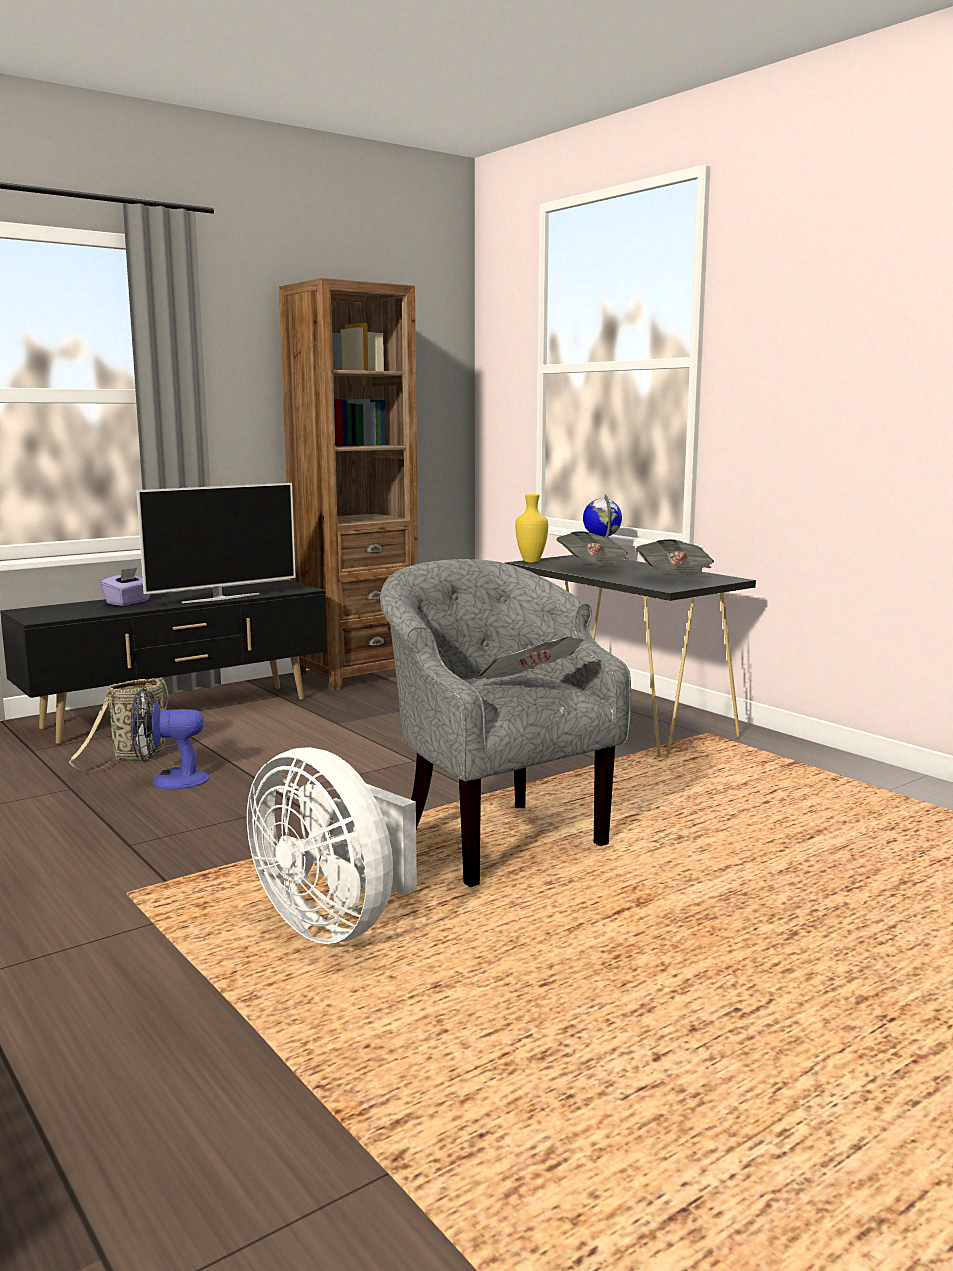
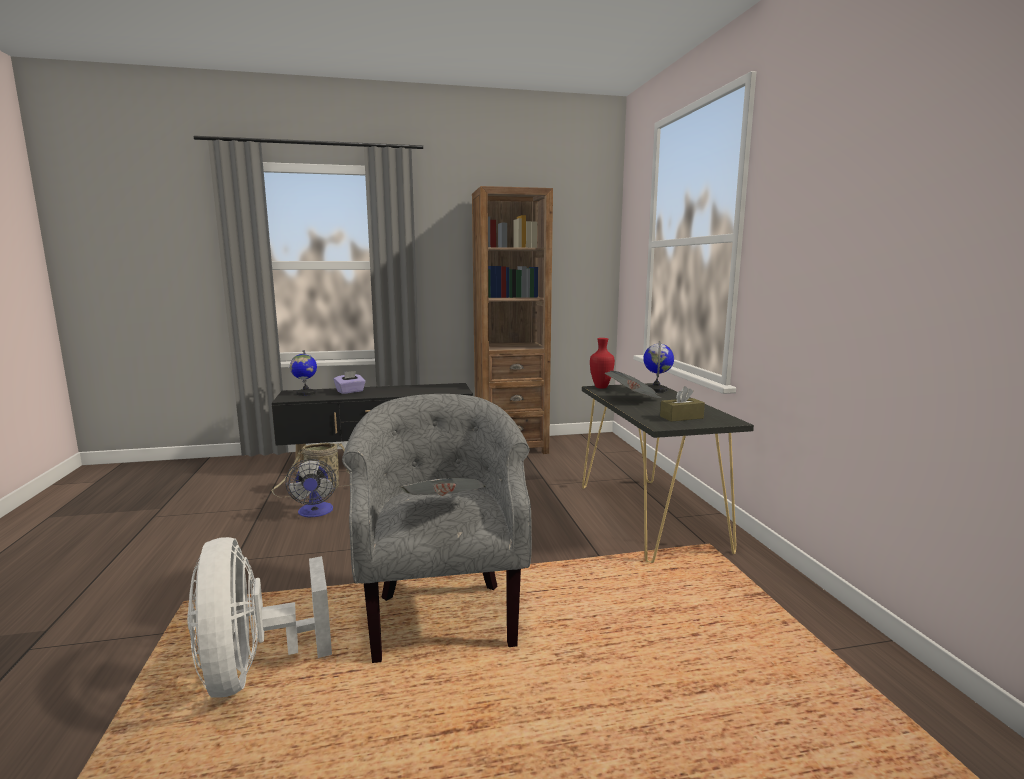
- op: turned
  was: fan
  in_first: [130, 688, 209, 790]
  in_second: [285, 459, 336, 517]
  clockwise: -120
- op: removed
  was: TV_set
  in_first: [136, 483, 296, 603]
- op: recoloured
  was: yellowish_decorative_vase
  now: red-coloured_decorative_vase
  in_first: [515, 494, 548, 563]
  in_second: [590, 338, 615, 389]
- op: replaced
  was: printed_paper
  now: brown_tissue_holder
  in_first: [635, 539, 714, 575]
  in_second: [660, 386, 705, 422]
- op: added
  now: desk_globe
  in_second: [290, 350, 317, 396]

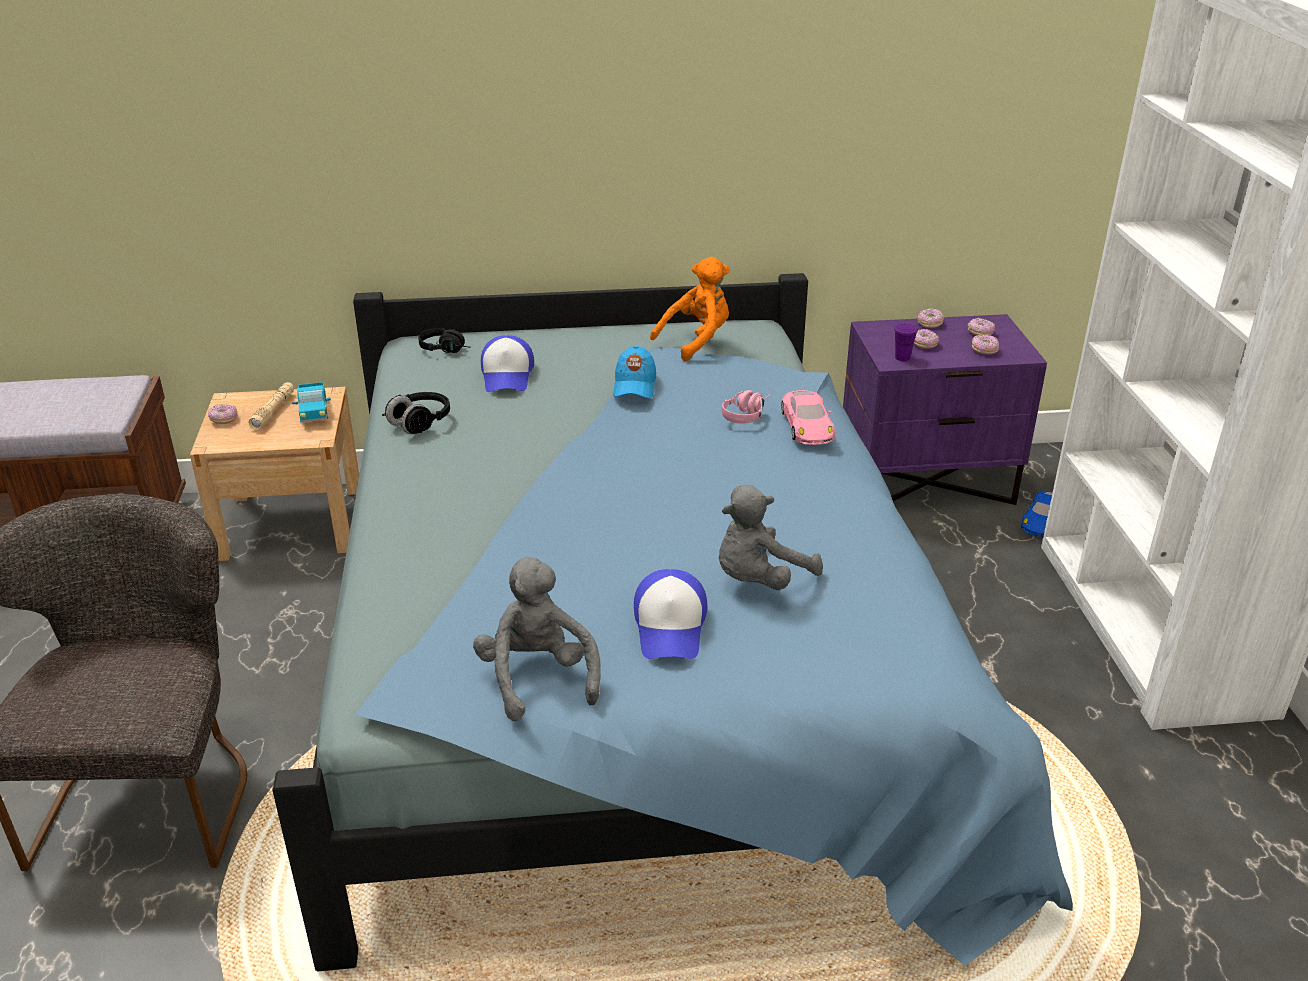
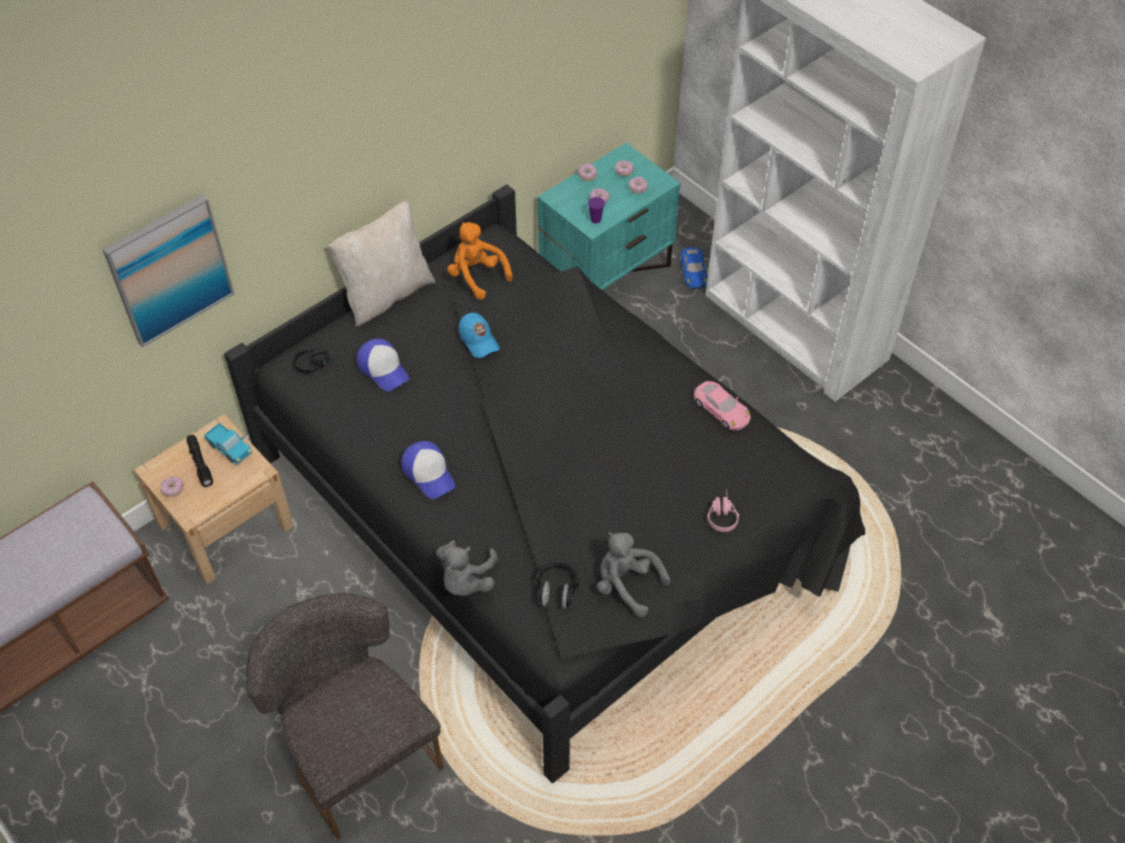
- op: recoloured
  was: beige-coloured_hand_torch
  now: black_hand_torch
  in_first: [248, 382, 294, 430]
  in_second: [187, 435, 213, 487]
- op: recoloured
  was: bluish_bedroom_bed
  now: black_bedroom_bed
  in_first: [272, 273, 1073, 971]
  in_second: [224, 184, 865, 783]
- op: moved
  was: black_pair_of_headphones
  in_first: [382, 392, 450, 434]
  in_second: [536, 562, 579, 609]
- op: moved
  was: baseball_cap
  in_first: [634, 569, 707, 659]
  in_second: [401, 441, 455, 499]
- op: turned
  was: orange_cuddly_toy
  in_first: [650, 257, 730, 361]
  in_second: [447, 222, 513, 300]
  clockwise: -60
- op: moved
  was: gray_cuddly_toy
  in_first: [719, 485, 823, 590]
  in_second: [436, 540, 498, 596]
- op: moved
  was: pink_pair_of_headphones
  in_first: [722, 390, 771, 424]
  in_second: [707, 489, 739, 532]
- op: moved
  was: pink_miniature_car
  in_first: [781, 390, 835, 445]
  in_second: [694, 381, 751, 431]
- op: recoloured
  was: purple-coloured_nightstand
  now: turquoise_nightstand
  in_first: [843, 314, 1047, 505]
  in_second: [538, 143, 680, 290]
- op: added
  now: wall_art
  in_second: [102, 195, 235, 348]
- op: added
  now: beige-coloured_throw_pillow
  in_second: [328, 201, 436, 327]

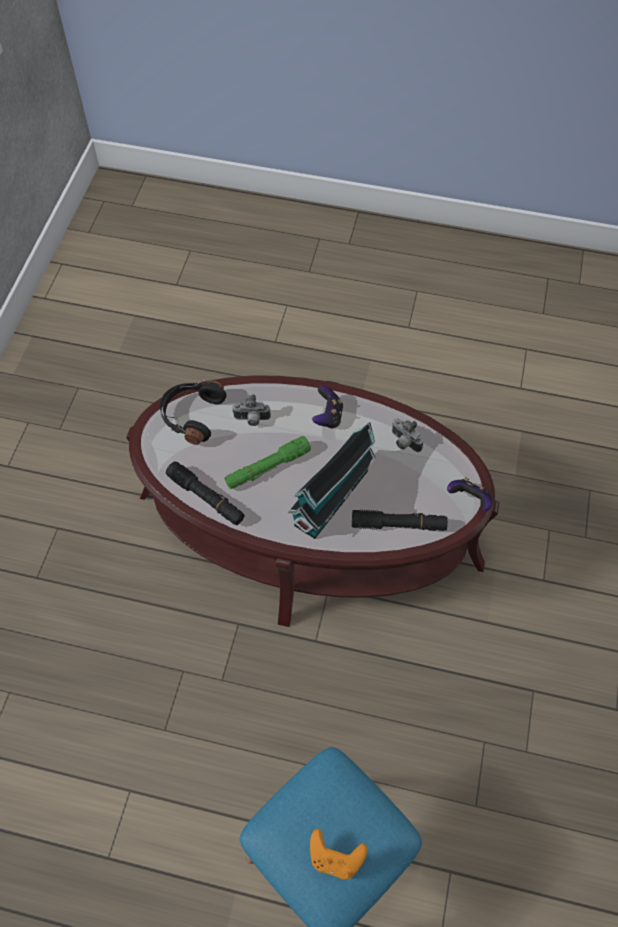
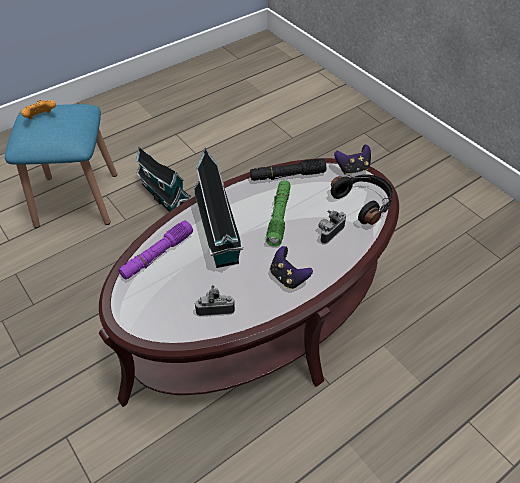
- op: recoloured
  was: black_hand_torch
  now: purple-coloured_hand_torch
  in_first: [352, 510, 448, 531]
  in_second: [118, 220, 193, 279]
- op: moved
  was: joypad
  in_first: [447, 477, 493, 511]
  in_second: [334, 144, 371, 175]
- op: added
  now: model_house
  in_second: [136, 146, 191, 212]

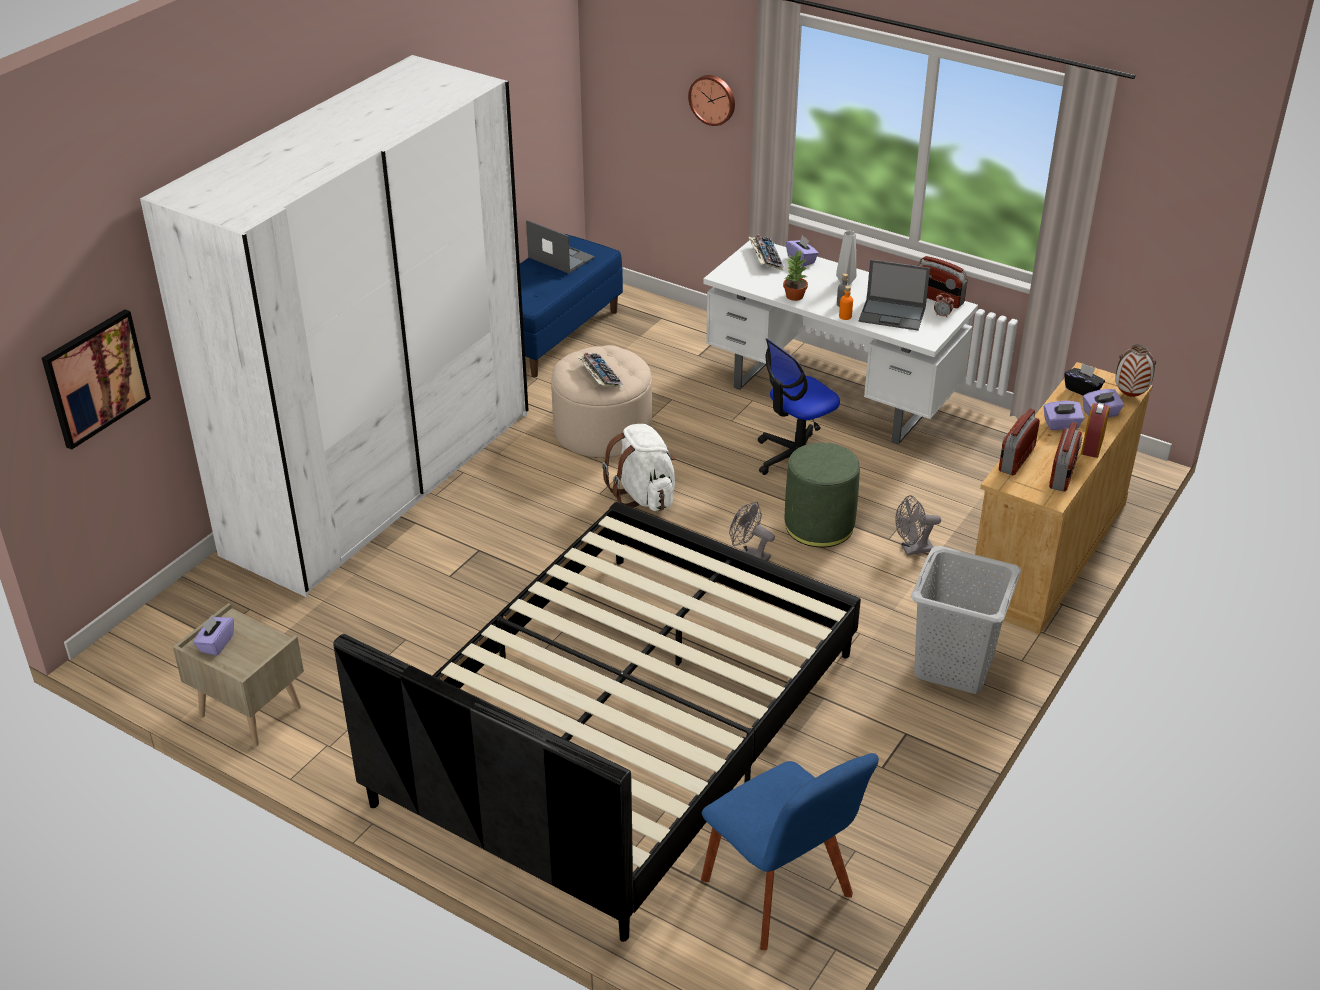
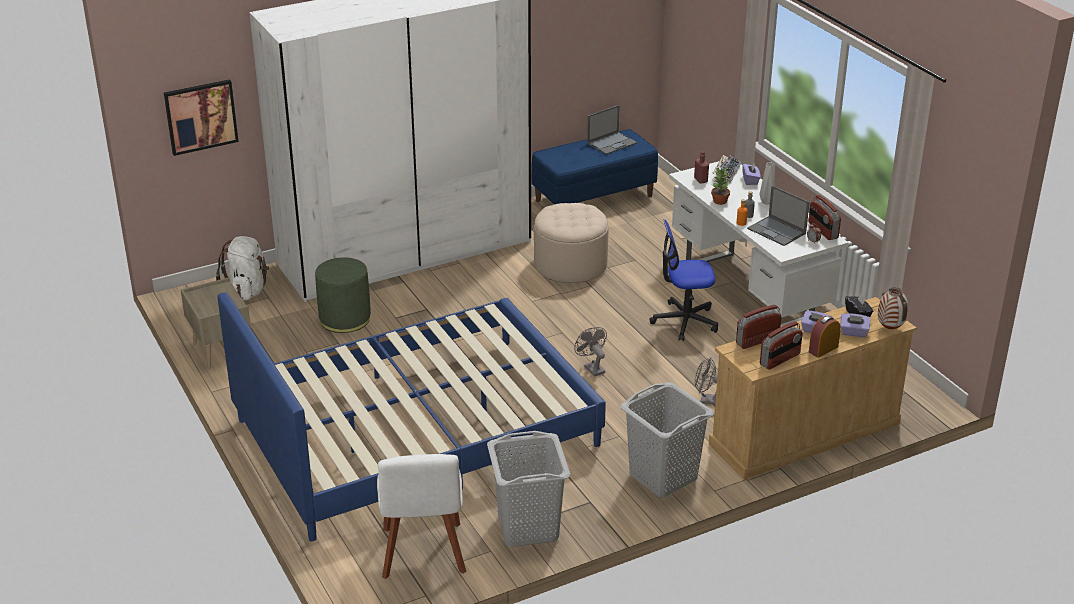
- op: removed
  was: purple-coloured_tissue_holder
  in_first: [193, 614, 234, 656]
- op: recoloured
  was: black_bedroom_bed
  now: bluish_bedroom_bed
  in_first: [333, 502, 861, 942]
  in_second: [217, 292, 606, 541]
- op: turned
  was: portable_computer
  in_first: [526, 220, 595, 273]
  in_second: [587, 105, 637, 155]
  clockwise: 75
- op: removed
  was: keyboard
  in_first: [577, 352, 623, 388]
- op: moved
  was: white-coloured_rucksack
  in_first: [602, 424, 676, 511]
  in_second: [216, 236, 269, 300]
- op: removed
  was: clock_on_the_wall
  in_first: [688, 75, 735, 126]
- op: recoloured
  was: bluish_upright_chair
  now: white-coloured_upright_chair
  in_first: [701, 753, 879, 950]
  in_second: [377, 454, 466, 579]
- op: moved
  was: greenish_pouffe
  in_first: [785, 443, 860, 547]
  in_second: [315, 257, 371, 333]
- op: added
  now: gray_washing_basket
  in_second: [487, 431, 570, 547]
- op: added
  now: red-coloured_bottle
  in_second: [694, 151, 709, 184]

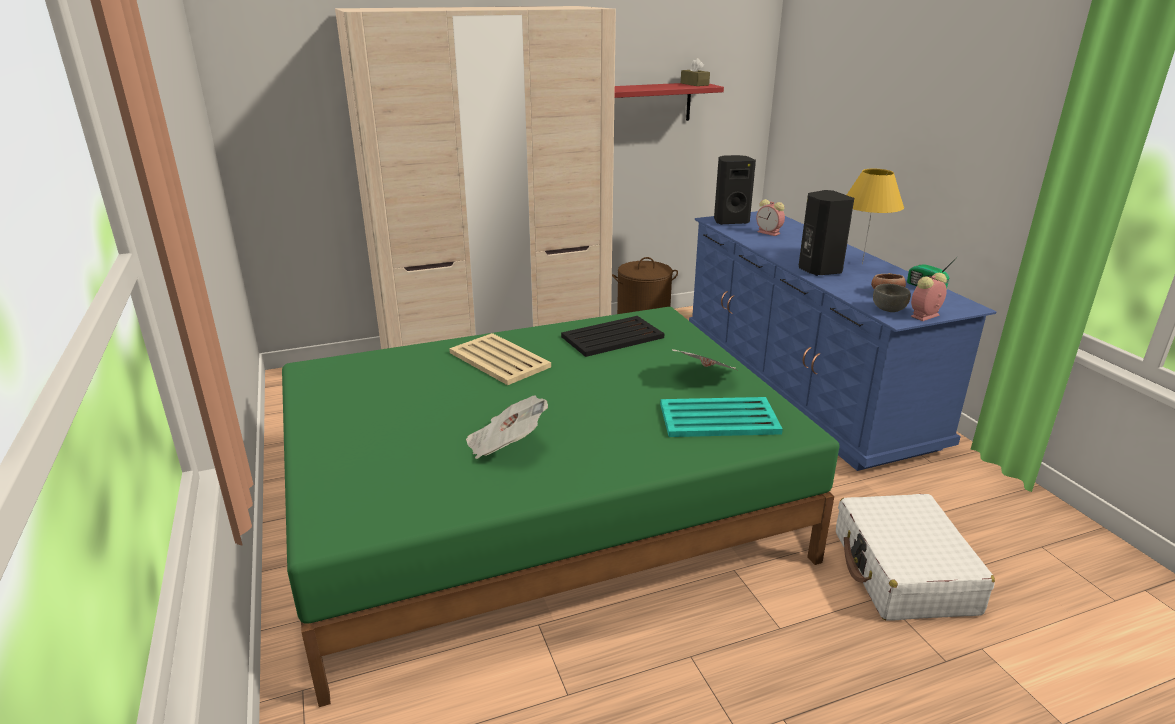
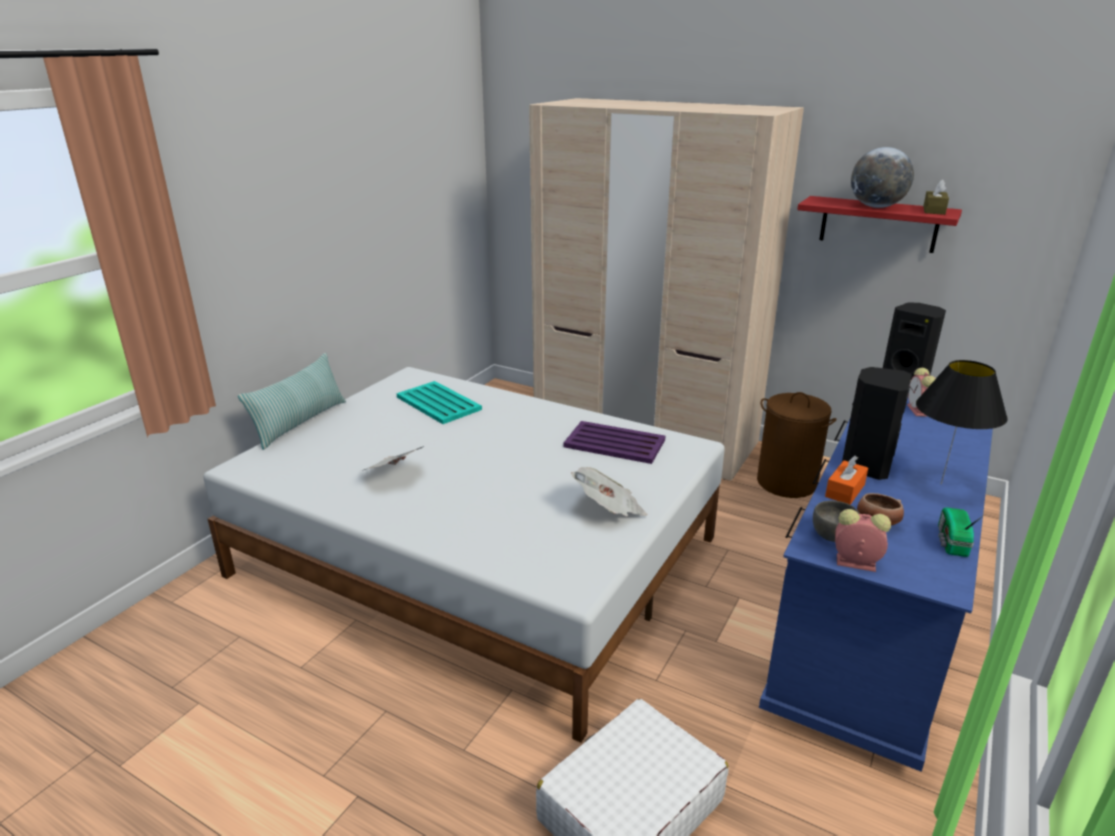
- op: recoloured
  was: greenish_bedroom_bed
  now: white-coloured_bedroom_bed
  in_first: [282, 307, 840, 707]
  in_second: [204, 367, 725, 743]
- op: removed
  was: beige-coloured_serving_tray
  in_first: [449, 333, 551, 385]
- op: recoloured
  was: black_serving_tray
  now: purple-coloured_serving_tray
  in_first: [561, 316, 664, 357]
  in_second: [563, 421, 665, 464]
- op: moved
  was: turquoise_serving_tray
  in_first: [660, 397, 783, 437]
  in_second: [396, 381, 482, 424]
- op: recoloured
  was: yellowish_table_lamp
  now: black_table_lamp
  in_first: [847, 169, 904, 264]
  in_second: [916, 360, 1008, 485]
- op: added
  now: throw_pillow
  in_second: [238, 353, 346, 450]
- op: added
  now: orange_tissue_holder
  in_second: [825, 456, 868, 505]
- op: added
  now: desk_globe
  in_second: [851, 147, 914, 208]

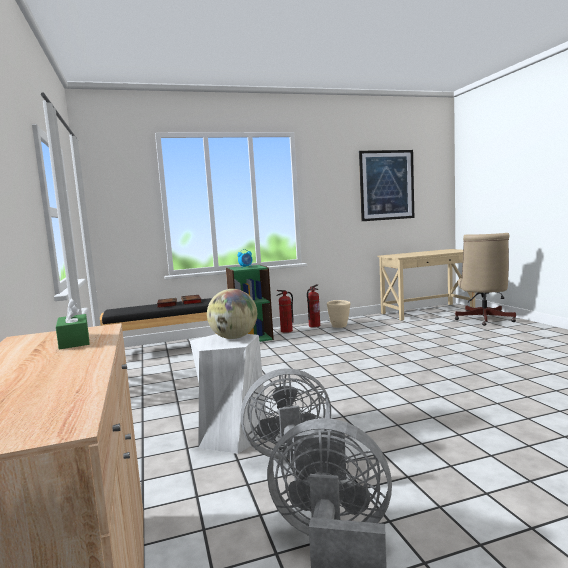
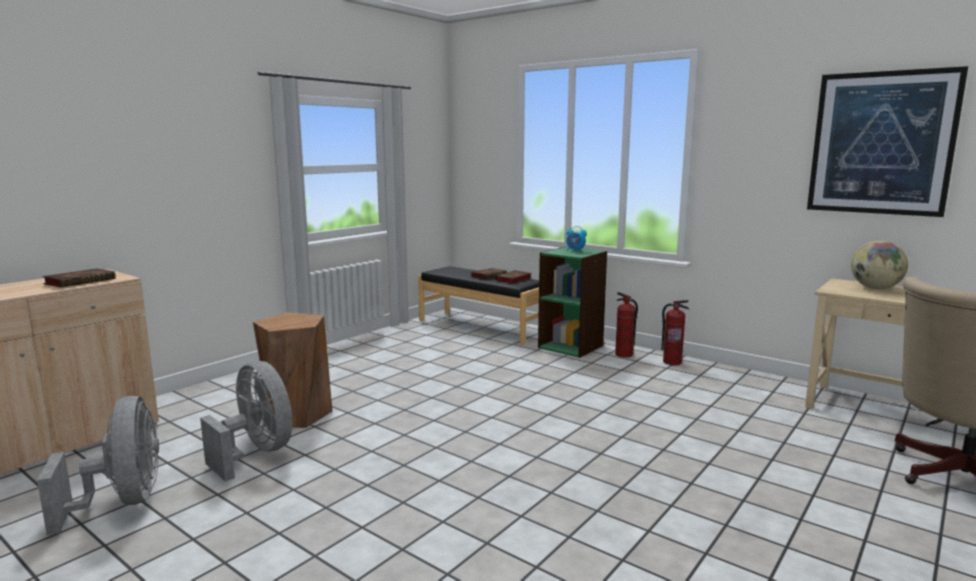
- op: replaced
  was: greenish_tissue_holder
  now: volume
  in_first: [56, 299, 90, 349]
  in_second: [42, 268, 116, 287]
- op: recoloured
  was: white-coloured_stool
  now: brown_stool
  in_first: [190, 334, 266, 454]
  in_second: [253, 312, 332, 428]
- op: moved
  was: desk_globe
  in_first: [207, 289, 257, 339]
  in_second: [851, 241, 908, 289]
- op: removed
  was: beige-coloured_flower_pot
  in_first: [327, 300, 350, 328]

